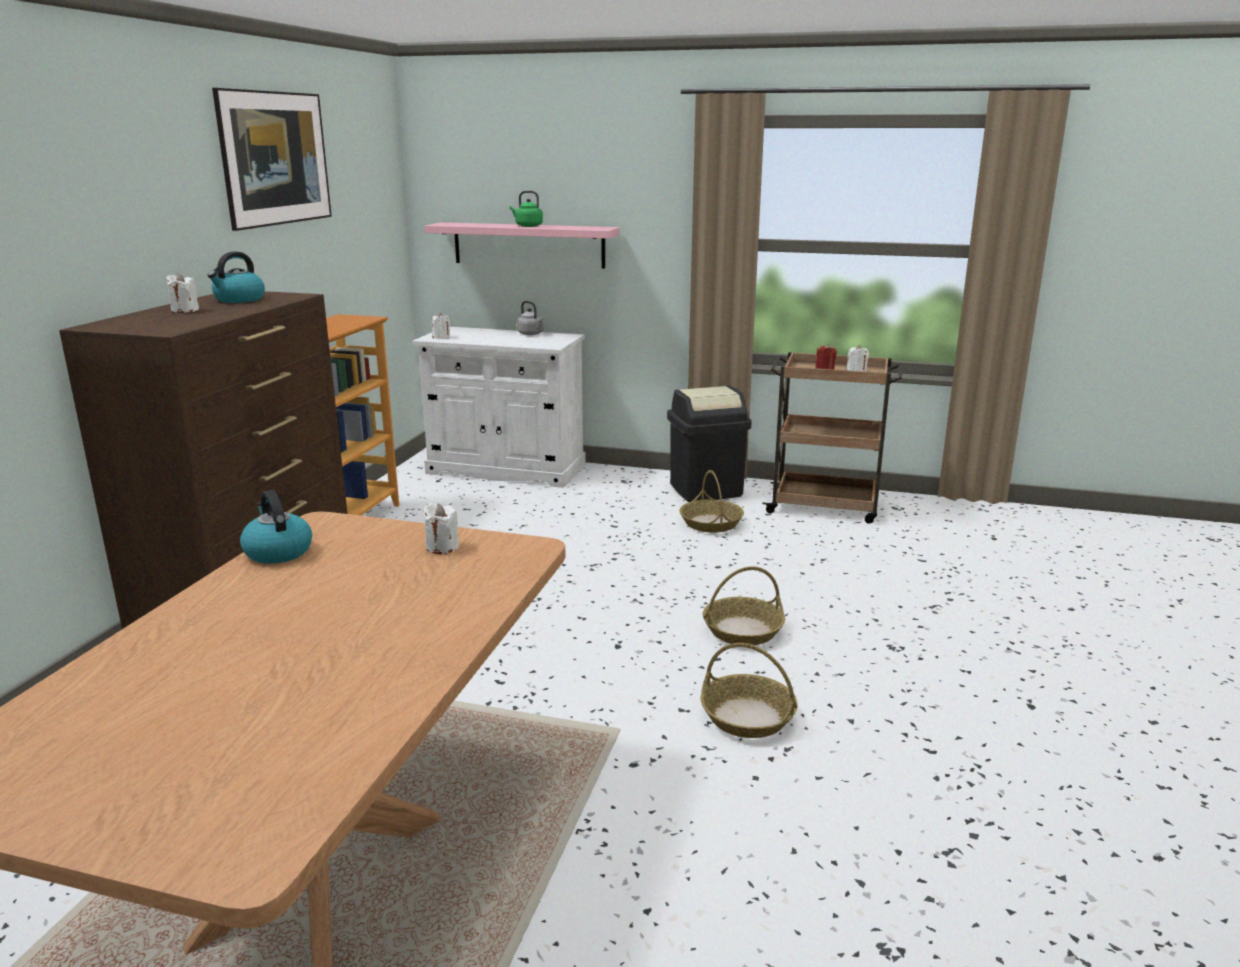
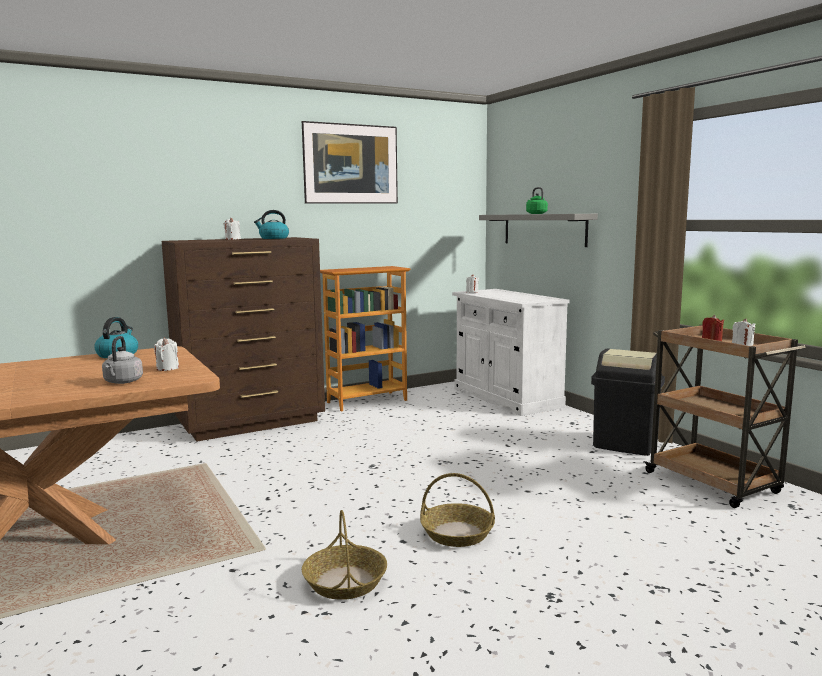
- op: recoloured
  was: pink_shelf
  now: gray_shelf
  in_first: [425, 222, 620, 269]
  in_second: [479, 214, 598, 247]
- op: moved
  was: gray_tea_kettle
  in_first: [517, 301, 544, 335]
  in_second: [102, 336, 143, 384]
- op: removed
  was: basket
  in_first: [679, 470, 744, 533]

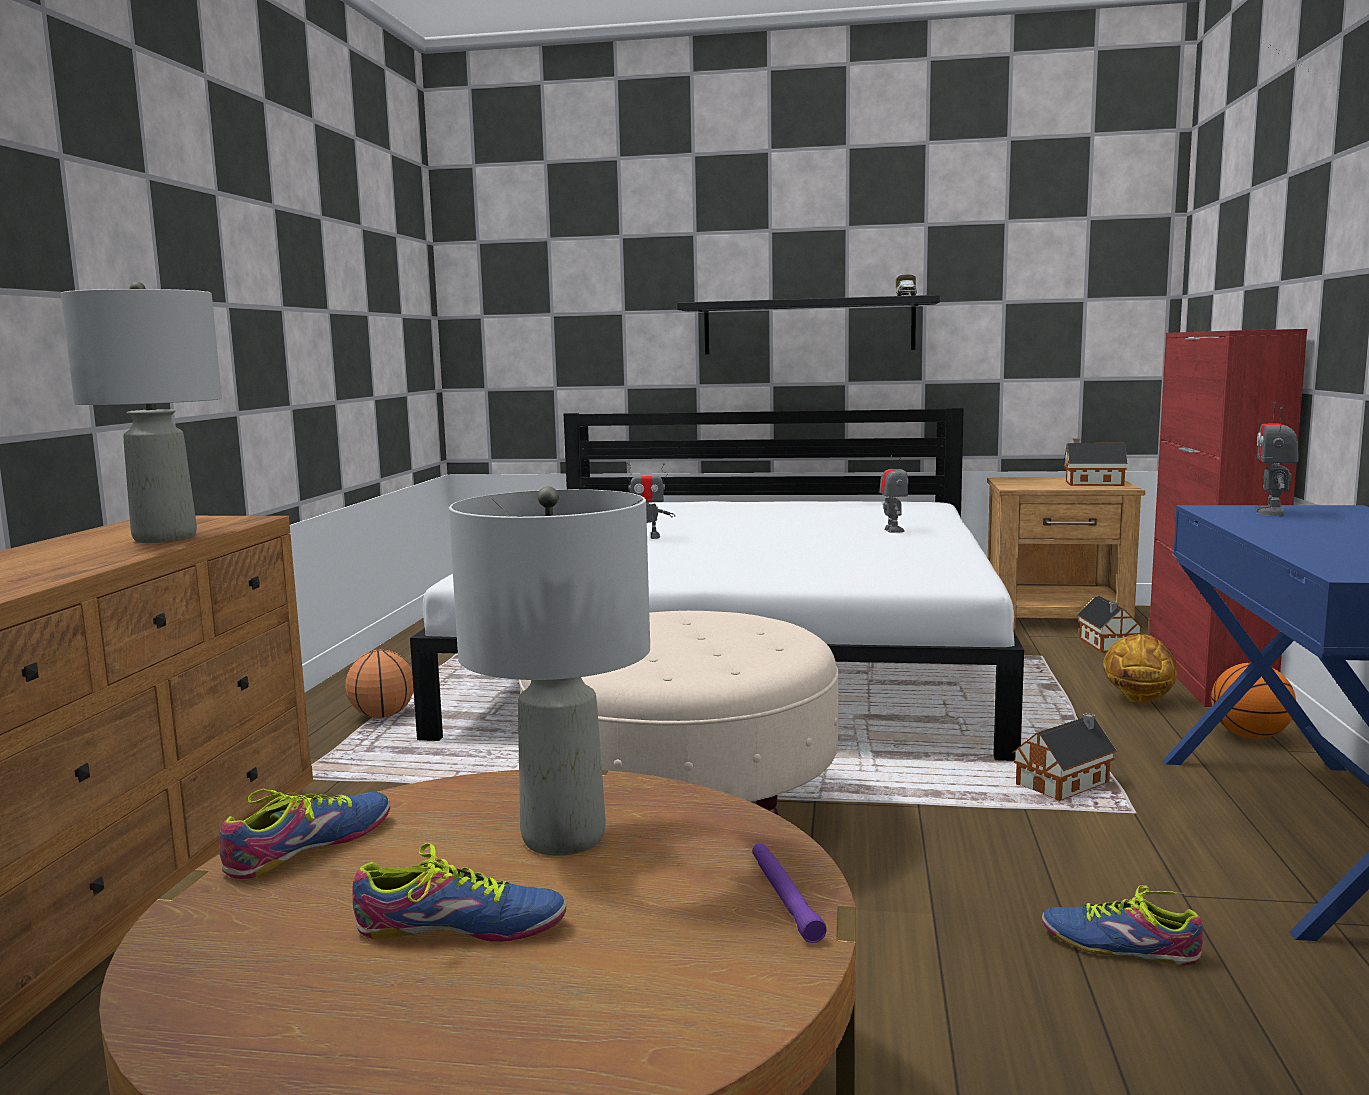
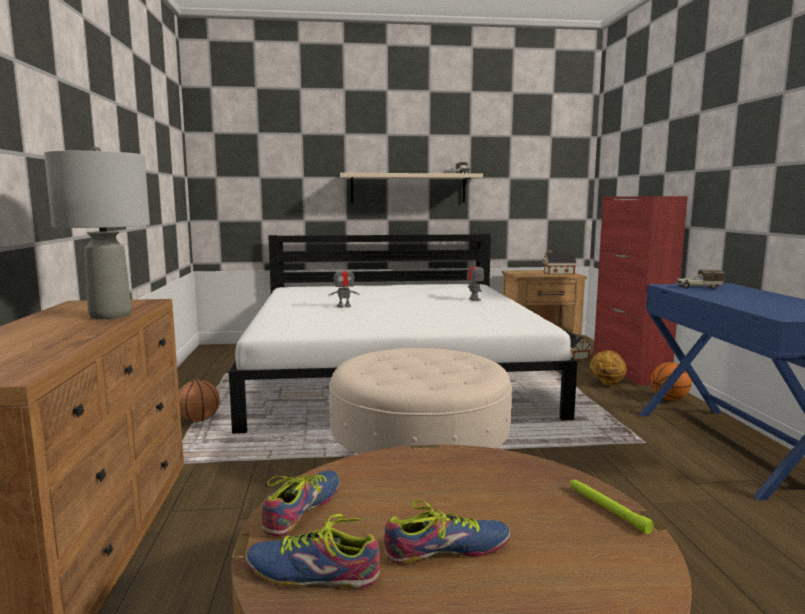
- op: removed
  was: gray_table_lamp
  in_first: [449, 486, 650, 856]
- op: recoloured
  was: black_shelf
  now: beige-coloured_shelf
  in_first: [677, 295, 940, 354]
  in_second: [340, 173, 483, 203]
- op: recoloured
  was: purple-coloured_hand_torch
  now: greenish_hand_torch
  in_first: [753, 843, 827, 943]
  in_second: [570, 480, 654, 534]
- op: removed
  was: model_house
  in_first: [1012, 713, 1117, 801]
- op: moved
  was: shoe
  in_first: [1042, 885, 1204, 966]
  in_second: [245, 514, 380, 589]
- op: replaced
  was: toy_robot
  now: model_truck
  in_first: [1255, 402, 1298, 516]
  in_second: [676, 270, 724, 289]

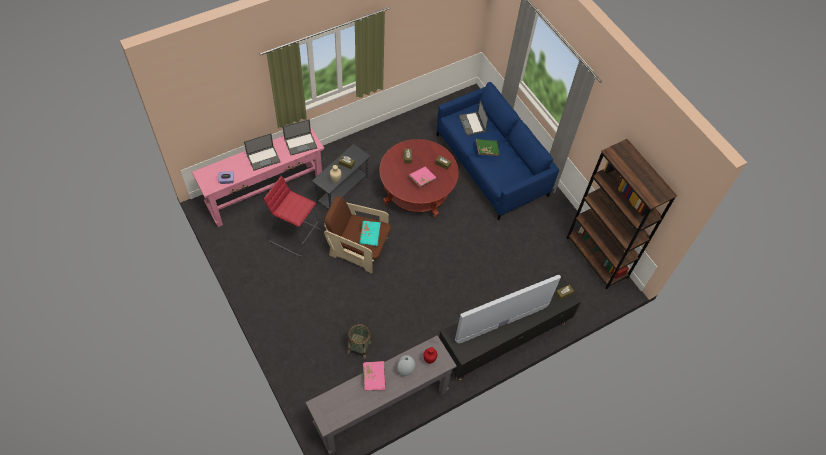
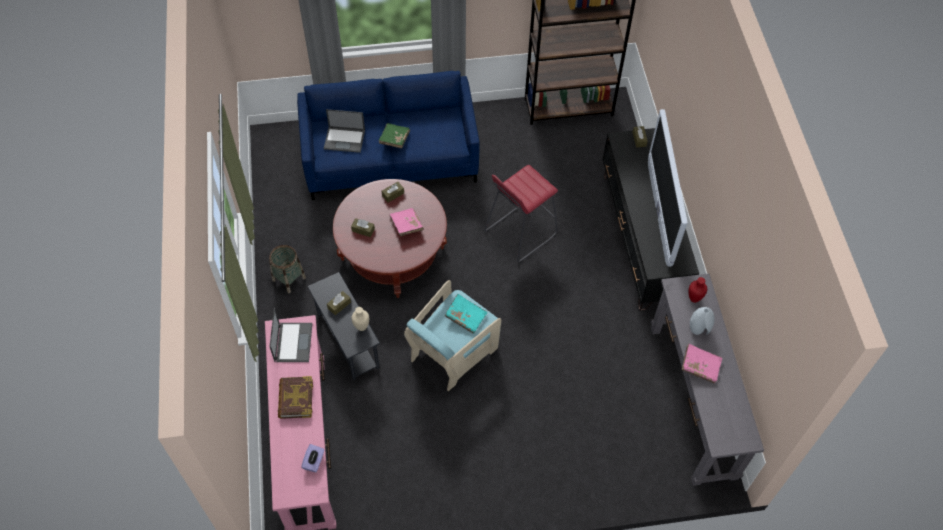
- op: replaced
  was: portable_computer
  now: volume
  in_first: [244, 133, 281, 171]
  in_second: [278, 376, 313, 419]
- op: moved
  was: red-coloured_stool
  in_first: [264, 176, 322, 257]
  in_second: [484, 165, 558, 263]
- op: recoloured
  was: brown_lounge_chair
  now: turquoise_lounge_chair
  in_first: [324, 196, 391, 273]
  in_second: [404, 280, 502, 391]
- op: moved
  was: basket
  in_first: [348, 324, 371, 359]
  in_second: [269, 245, 306, 293]

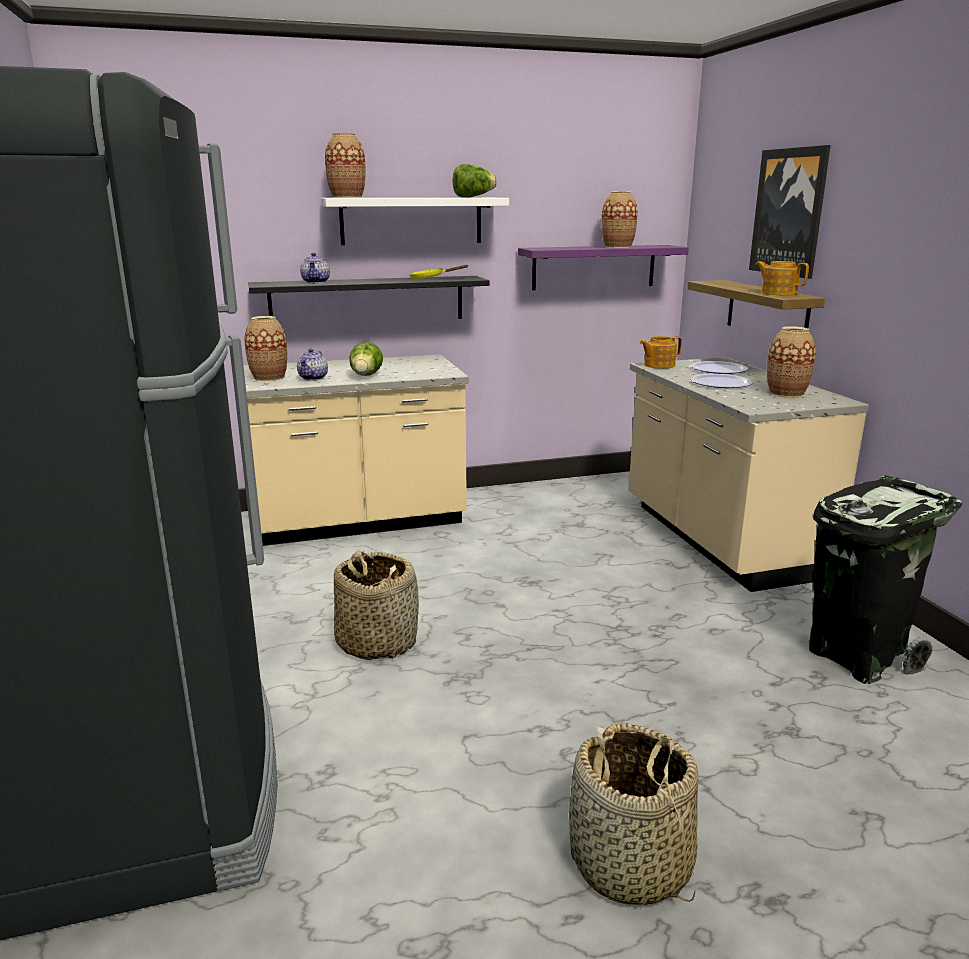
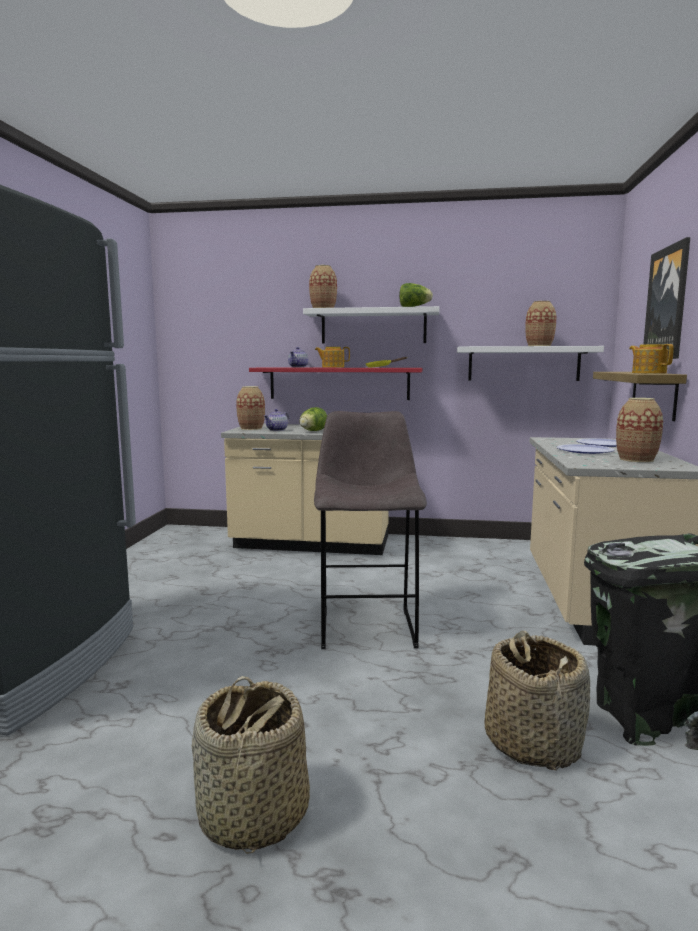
- op: recoloured
  was: black_shelf
  now: red-coloured_shelf
  in_first: [248, 276, 489, 319]
  in_second: [249, 368, 422, 400]
- op: moved
  was: basket
  in_first: [334, 550, 419, 660]
  in_second: [484, 631, 590, 770]
- op: recoloured
  was: purple-coloured_shelf
  now: white-coloured_shelf
  in_first: [518, 245, 689, 290]
  in_second: [457, 346, 604, 381]
- op: moved
  was: tea_pot
  in_first: [640, 336, 682, 369]
  in_second: [315, 347, 350, 368]
- op: added
  now: gray_stool
  in_second: [314, 411, 427, 649]

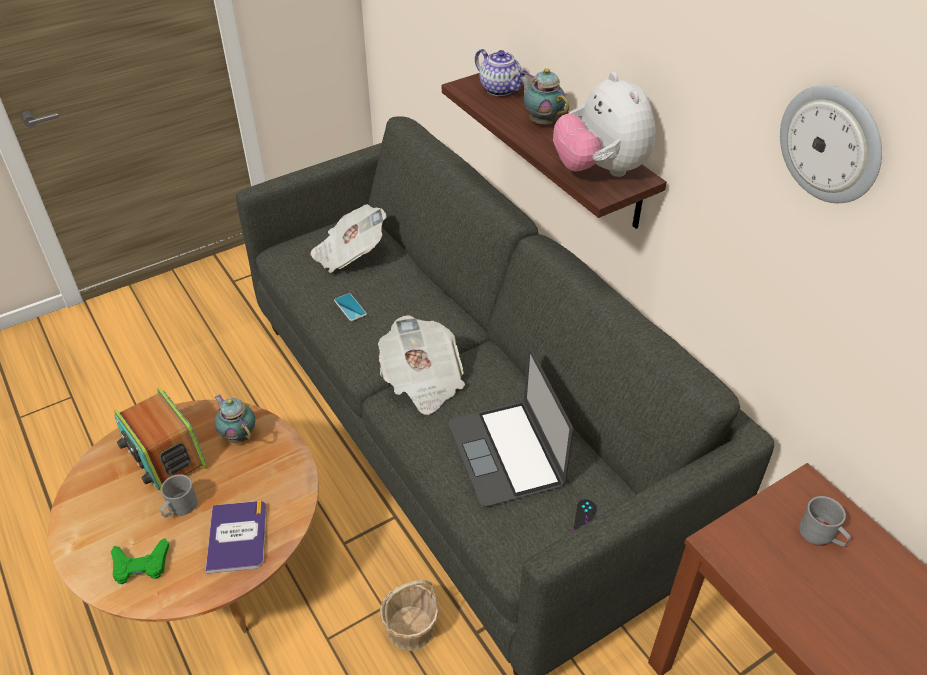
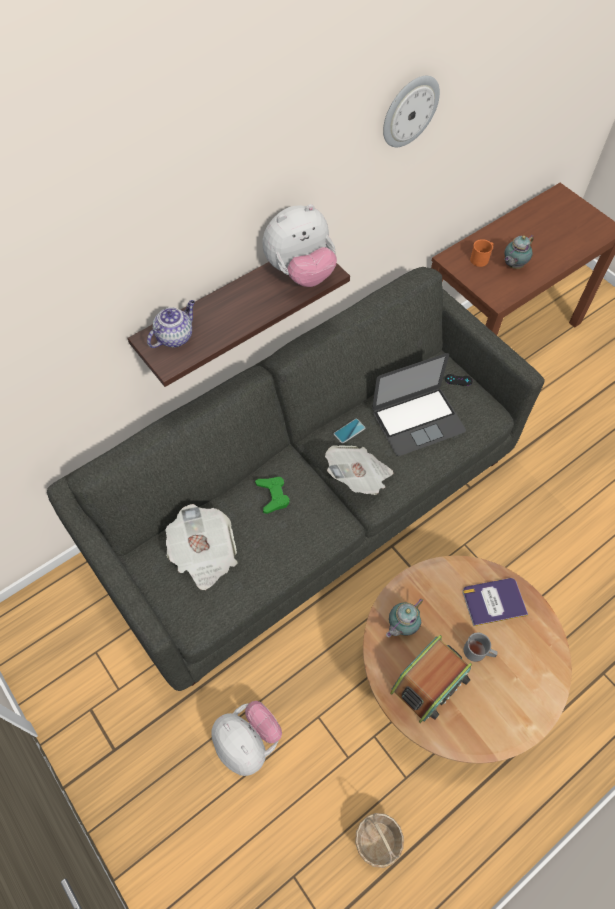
- op: moved
  was: greenish_joypad
  in_first: [111, 538, 169, 584]
  in_second: [255, 477, 289, 514]
- op: moved
  was: phone
  in_first: [334, 293, 367, 321]
  in_second: [334, 419, 366, 443]
- op: moved
  was: basket
  in_first: [379, 580, 439, 651]
  in_second: [355, 813, 404, 868]
- op: moved
  was: tea_pot
  in_first: [520, 68, 569, 125]
  in_second: [504, 235, 533, 269]
- op: recoloured
  was: gray_tea_mug
  now: orange_tea_mug
  in_first: [799, 496, 851, 546]
  in_second: [470, 239, 494, 267]
- op: added
  now: cuddly_toy
  in_second: [211, 701, 282, 776]

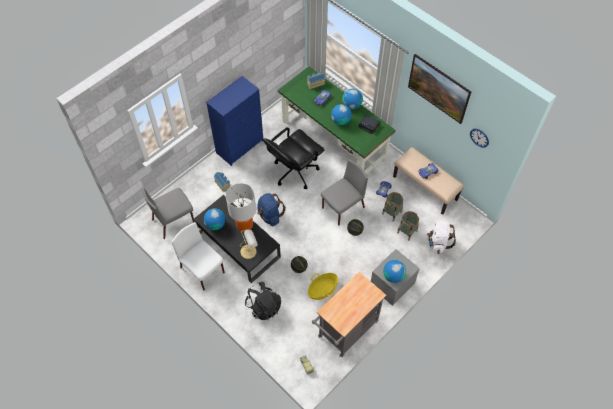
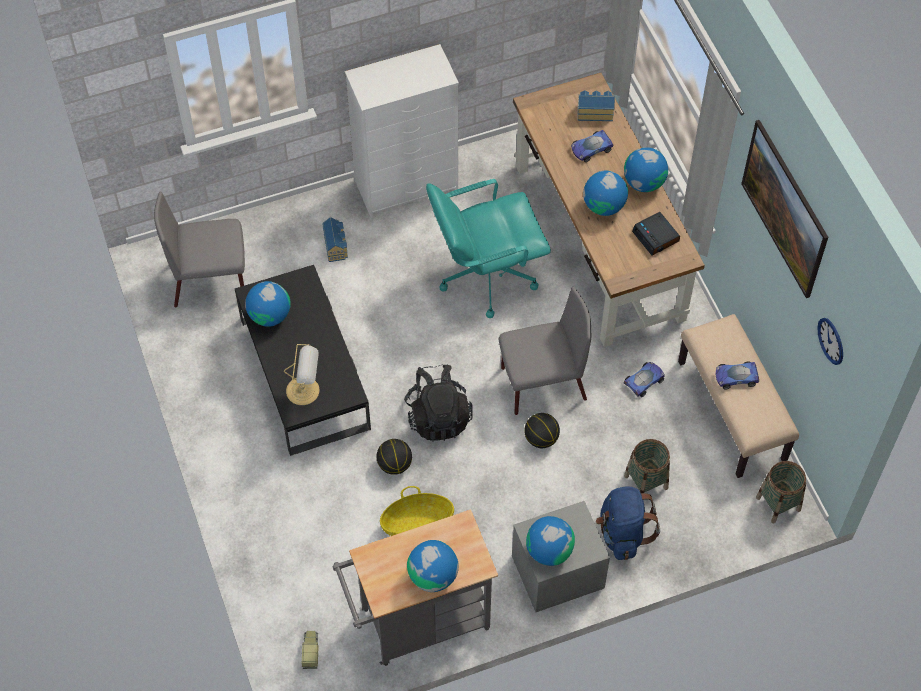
- op: removed
  was: white-coloured_upright_chair
  in_first: [171, 222, 225, 291]
- op: recoloured
  was: bluish_chest_of_drawers
  now: white-coloured_chest_of_drawers
  in_first: [206, 76, 263, 166]
  in_second: [345, 44, 459, 218]
- op: removed
  was: table_lamp
  in_first: [226, 183, 256, 232]
- op: moved
  was: black_rucksack
  in_first: [245, 282, 281, 320]
  in_second: [404, 364, 473, 442]
- op: moved
  was: bluish_rucksack
  in_first: [257, 193, 286, 226]
  in_second: [596, 486, 660, 560]
- op: recoloured
  was: black_computer_chair
  now: turquoise_computer_chair
  in_first: [263, 127, 324, 189]
  in_second: [426, 179, 551, 318]
- op: recoloured
  was: greenish_desk_unit
  now: brown_desk_unit
  in_first: [278, 66, 395, 174]
  in_second: [513, 73, 705, 347]
- op: moved
  was: basket
  in_first: [382, 192, 403, 222]
  in_second: [756, 461, 806, 523]
- op: removed
  was: white-coloured_rucksack
  in_first: [427, 220, 456, 254]
- op: added
  now: desk_globe
  in_second: [407, 540, 459, 592]

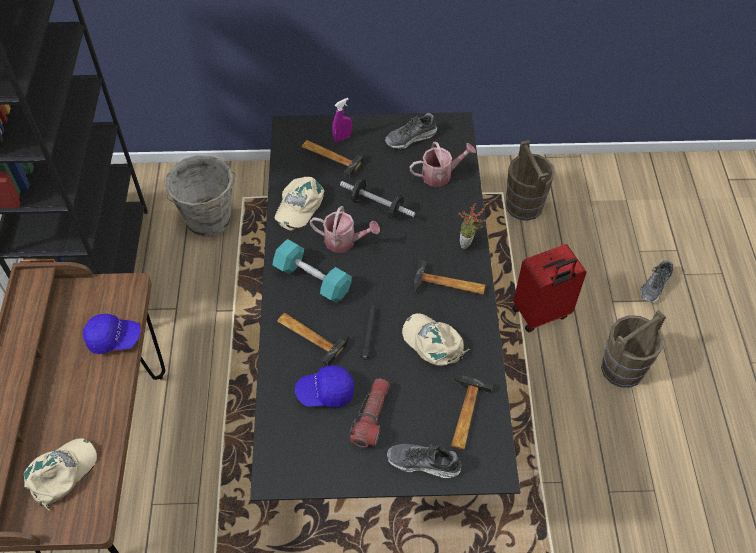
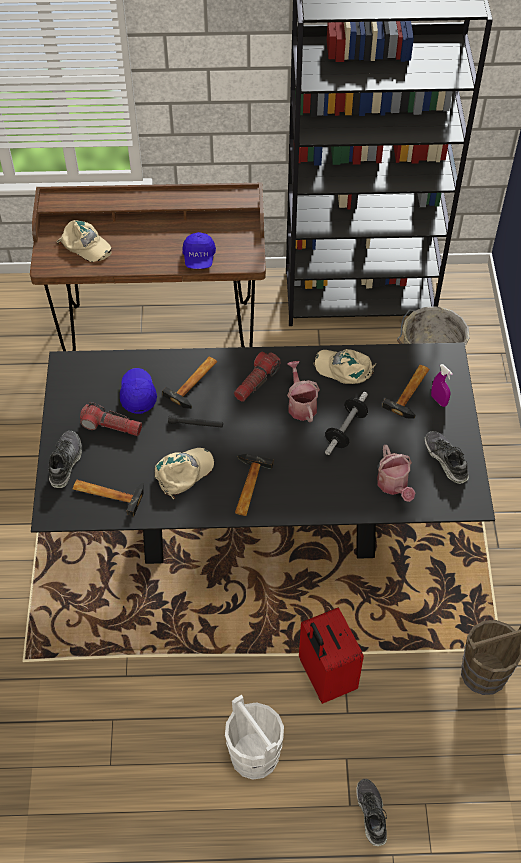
- op: replaced
  was: turquoise_hand_weight
  now: hand_torch
  in_first: [273, 239, 352, 303]
  in_second: [234, 352, 280, 402]
- op: turned
  was: watering_can
  in_first: [310, 206, 380, 253]
  in_second: [287, 361, 320, 422]
  clockwise: 150
- op: removed
  was: houseplant
  in_first: [458, 203, 485, 249]
- op: recoloured
  was: brown_bucket
  now: white-coloured_bucket
  in_first: [601, 309, 666, 388]
  in_second: [225, 695, 284, 780]
- op: turned
  was: shoe
  in_first: [640, 260, 673, 303]
  in_second: [356, 779, 387, 846]
  clockwise: 45

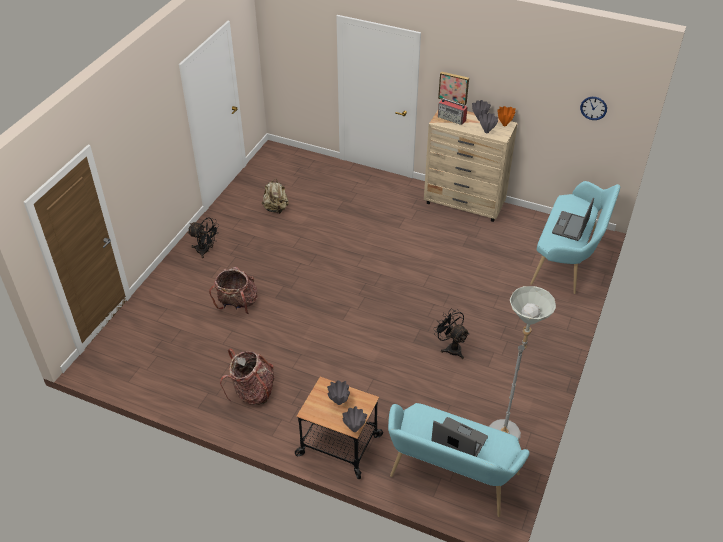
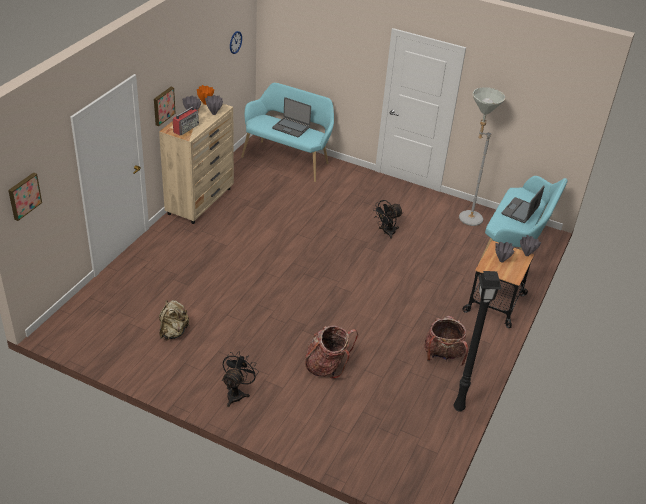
- op: added
  now: wall_art
  in_second: [8, 172, 42, 221]
- op: added
  now: black_floor_lamp
  in_second: [453, 271, 502, 411]

